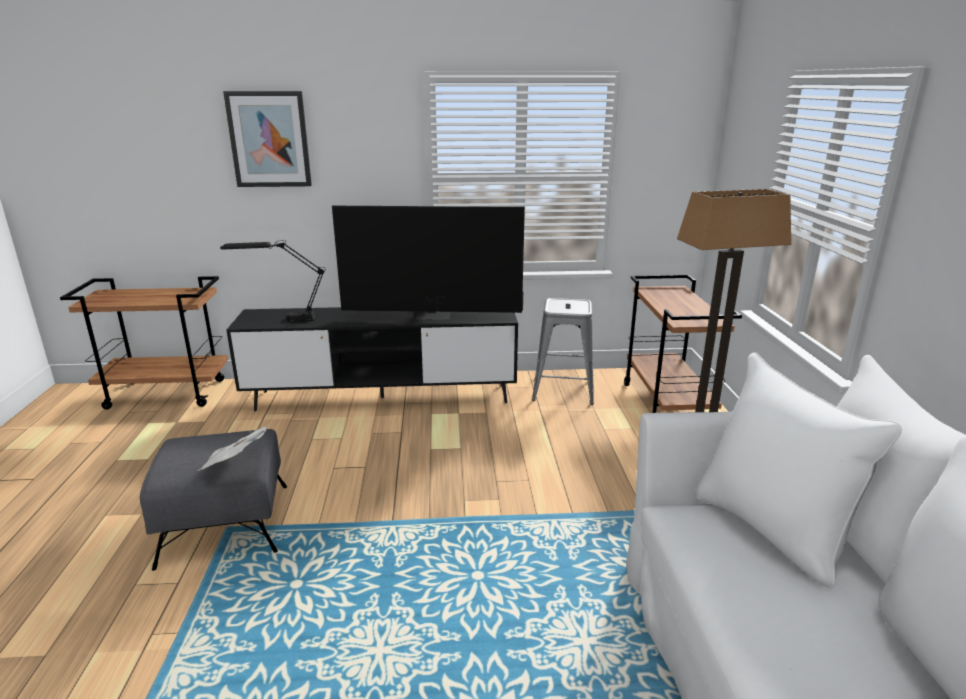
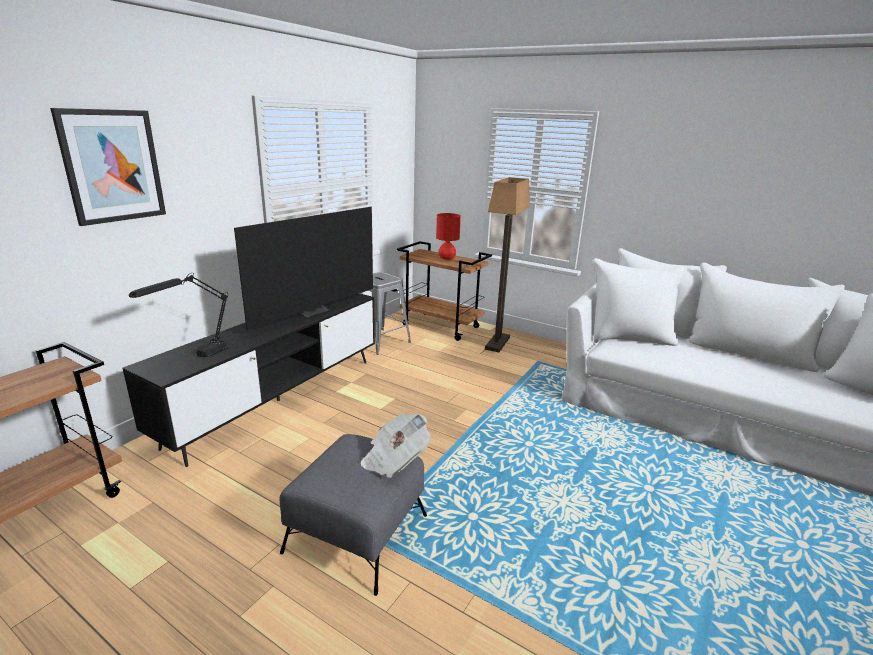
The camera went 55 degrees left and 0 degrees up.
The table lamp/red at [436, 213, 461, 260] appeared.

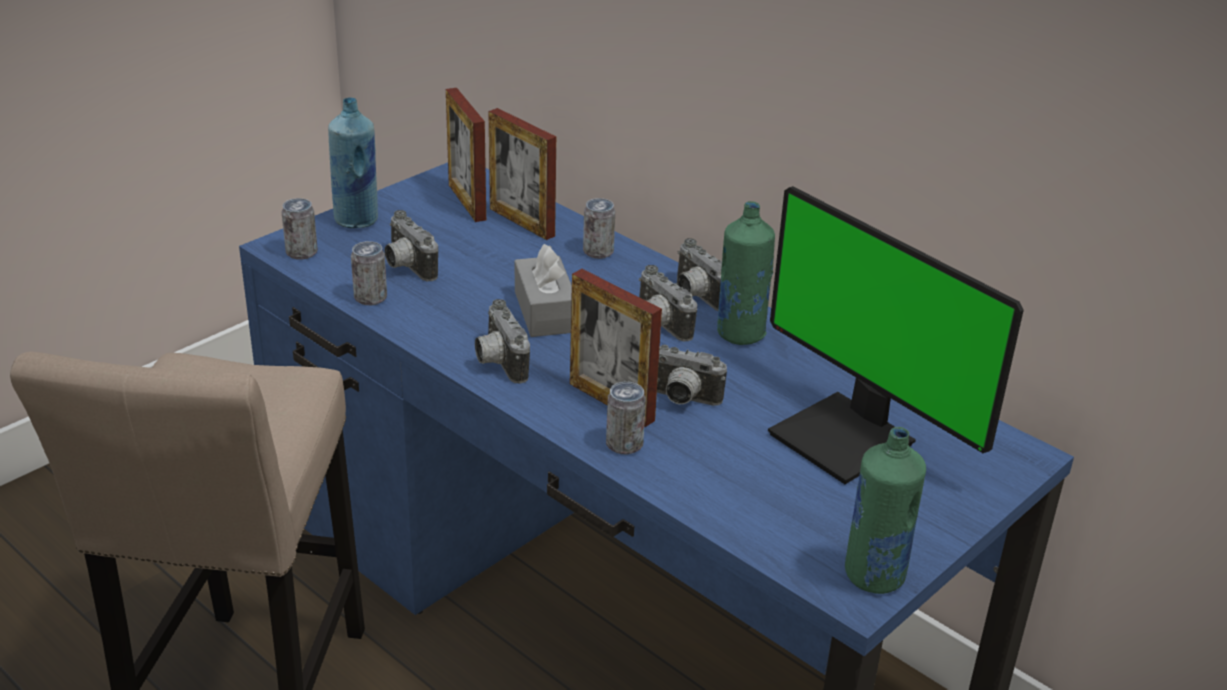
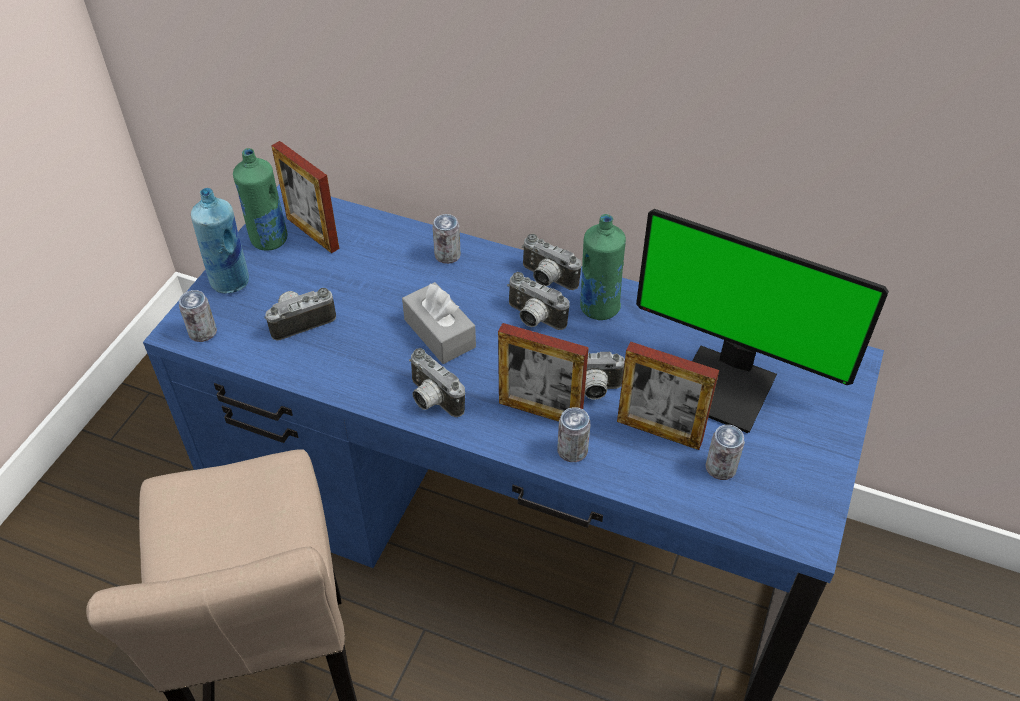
The camera went 20 degrees left and 15 degrees up.
The picture frame moved from [488, 108, 556, 240] to [617, 341, 719, 450].
The still camera at [384, 210, 438, 281] turned 120 degrees clockwise.
The metal can moved from [351, 241, 387, 305] to [706, 425, 745, 480].
The drink bottle/green moved from [845, 427, 926, 594] to [233, 148, 288, 250].

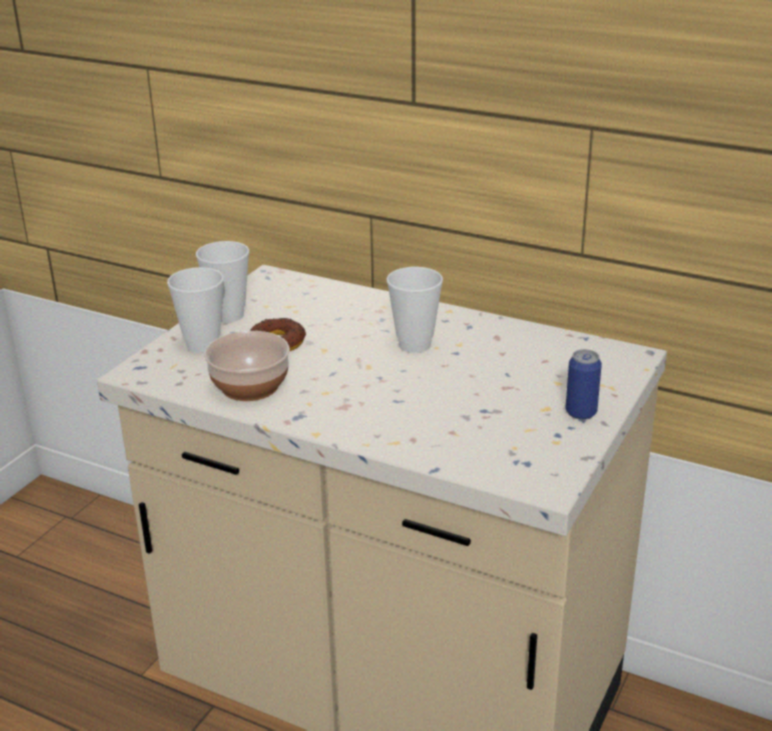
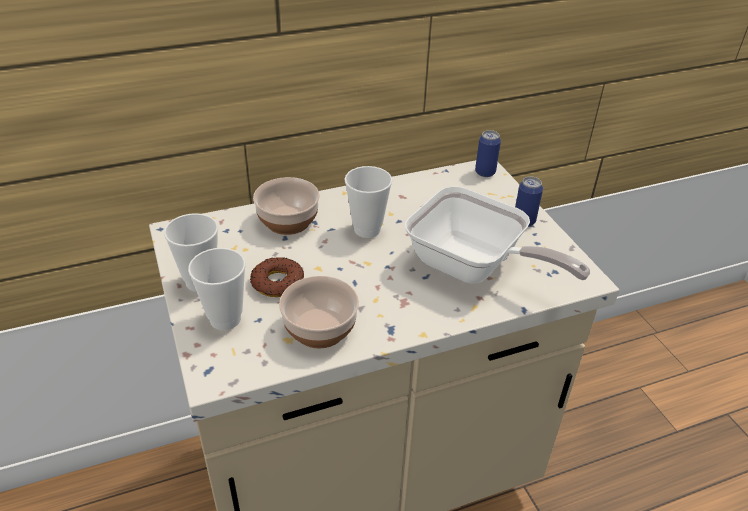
The camera went 50 degrees left and 10 degrees up.
The metal can at [475, 130, 501, 177] appeared.
The serving bowl at [253, 177, 320, 235] appeared.
The skillet at [405, 186, 590, 284] appeared.

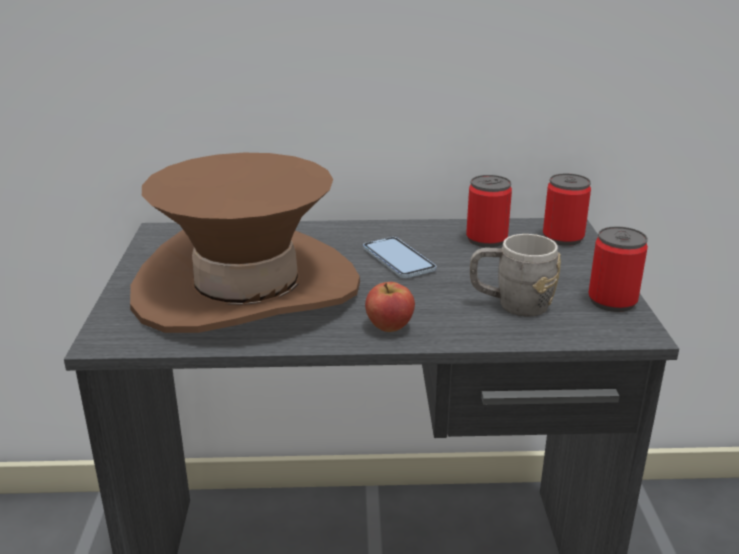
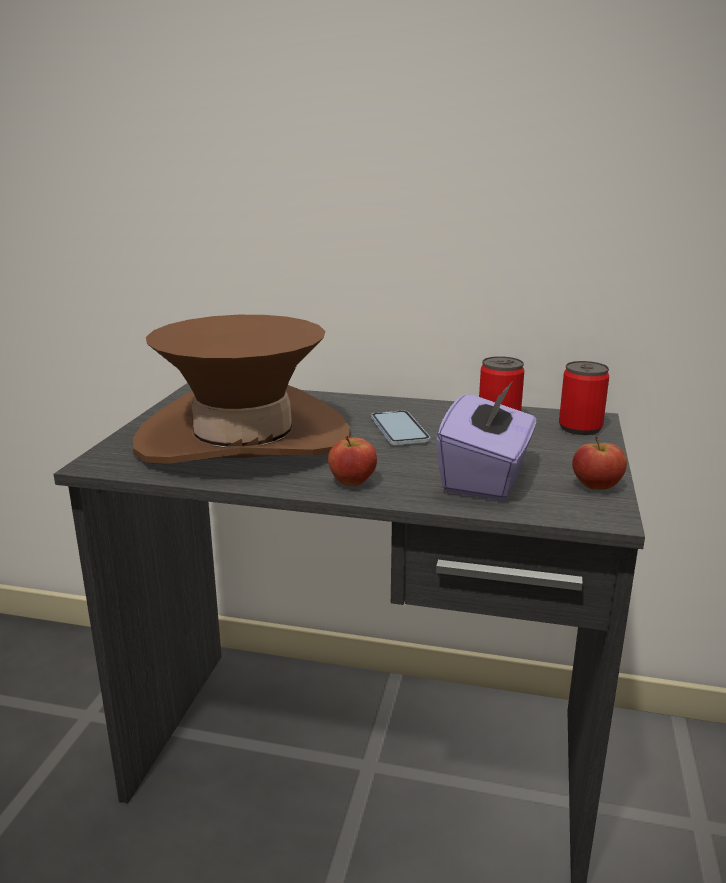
The camera went 15 degrees right and 5 degrees down.
The metal can at [588, 226, 648, 312] was replaced by the apple fruit at [572, 437, 627, 490].
The tea mug/greyish at [470, 234, 561, 317] was replaced by the tissue holder/purple at [436, 381, 536, 500].

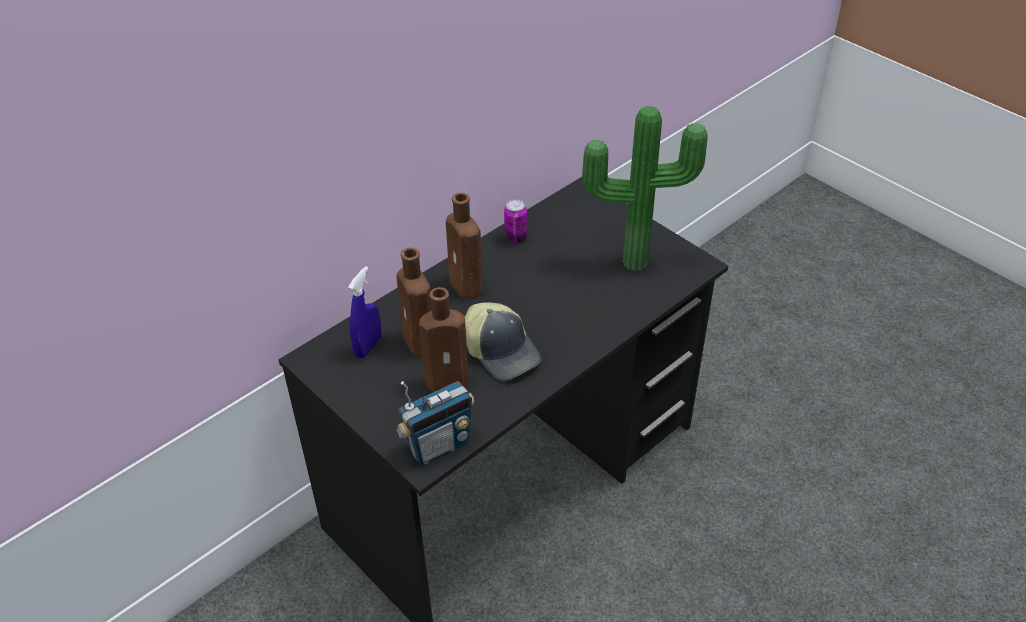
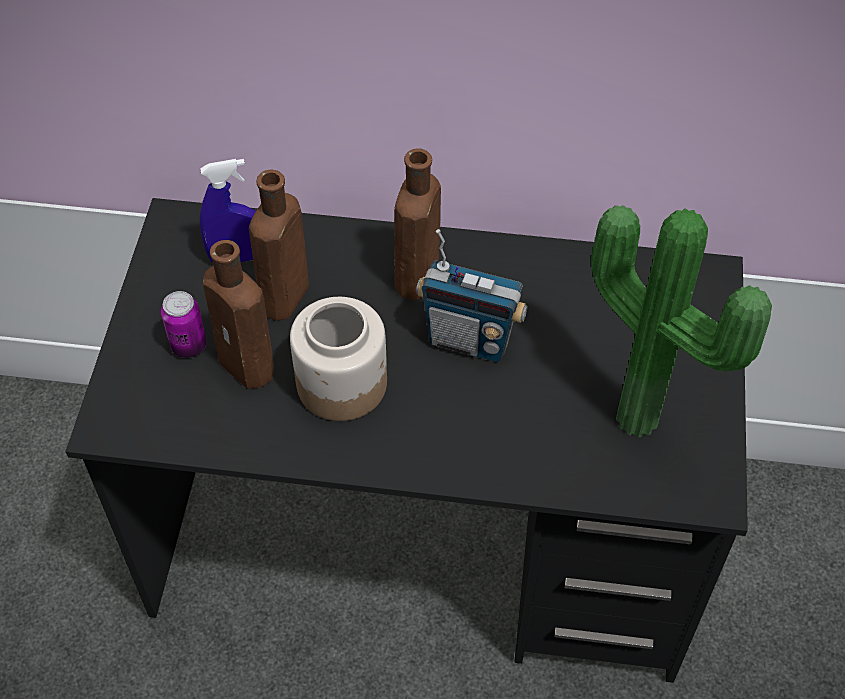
The camera went 50 degrees right and 10 degrees up.
The metal can moved from [504, 199, 527, 244] to [161, 291, 207, 358].
The peaked cap at [465, 302, 541, 381] was replaced by the preserve jar at [290, 297, 387, 421].
The radio moved from [396, 381, 475, 466] to [416, 229, 528, 362].

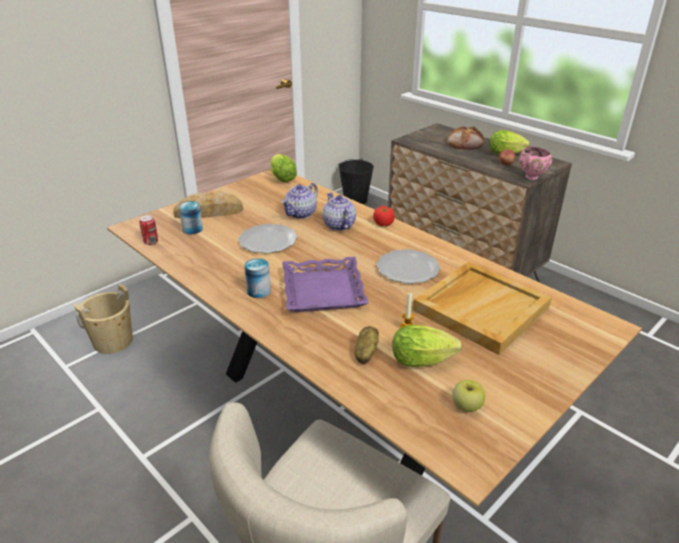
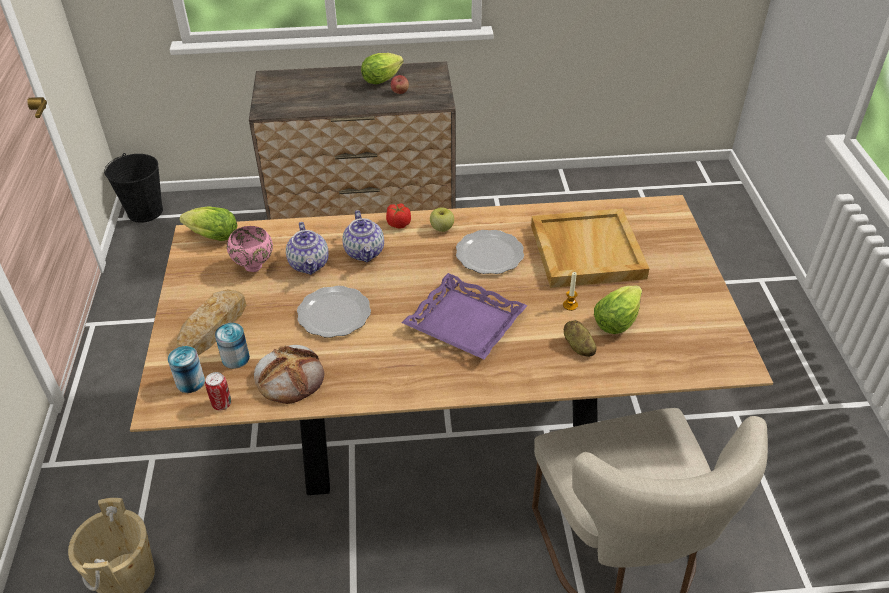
The camera went 50 degrees left and 10 degrees up.
The bread moved from [447, 126, 485, 150] to [254, 345, 324, 404].
The serving bowl/pink-coloured moved from [519, 147, 552, 180] to [227, 226, 273, 272].
The tea pot at [322, 193, 356, 231] turned 120 degrees counterclockwise.
The metal can moved from [244, 258, 271, 298] to [168, 346, 205, 393].
The apple fruit moved from [452, 380, 485, 412] to [430, 207, 454, 232].

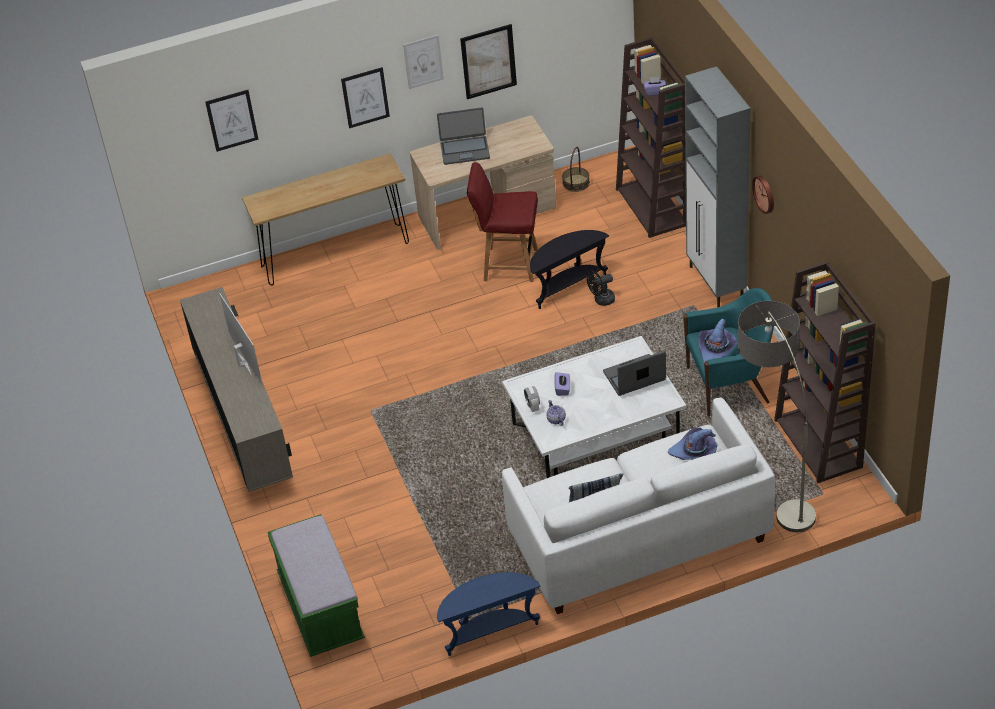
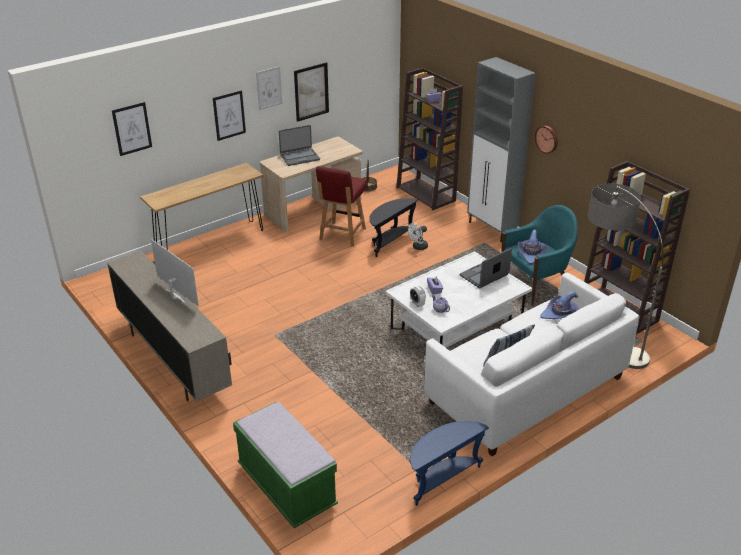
The camera went 20 degrees left and 10 degrees down.
The chair/red at [467, 162, 538, 282] turned 60 degrees counterclockwise.
The fan/black-coloured at [587, 270, 615, 306] became the fan/white-coloured at [408, 223, 428, 250].

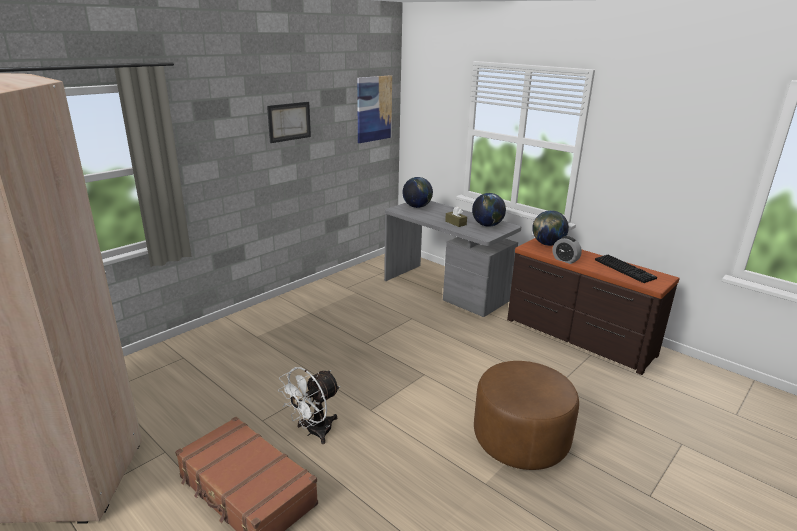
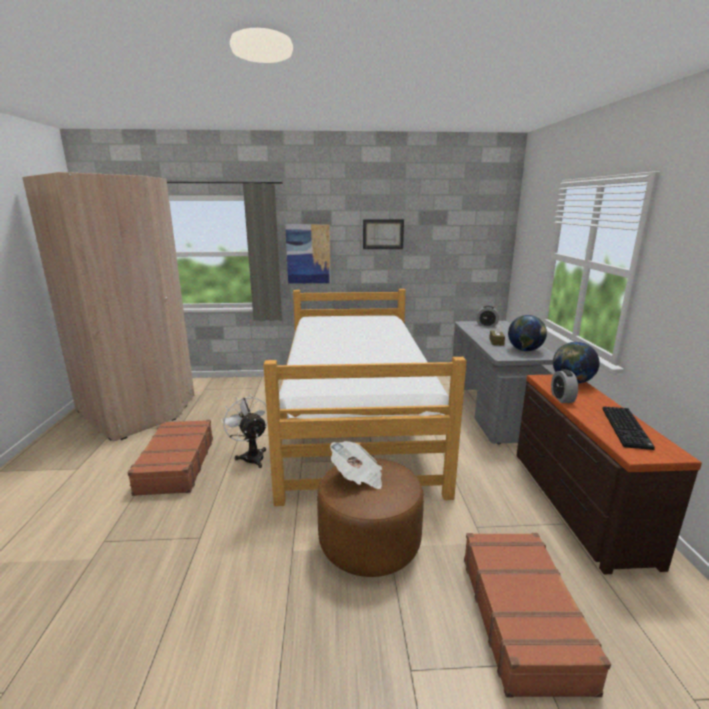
The camera went 45 degrees right and 5 degrees down.
The wall art moved from [357, 75, 392, 143] to [285, 224, 331, 284].
The desk globe at [402, 177, 433, 208] was replaced by the bedside clock at [476, 306, 499, 327].
The fan/white-coloured at [278, 367, 340, 444] turned 60 degrees clockwise.
The bed at [263, 289, 467, 506] appeared.
The printed paper at [330, 441, 382, 489] appeared.
The travel case/brown at [464, 533, 611, 697] appeared.

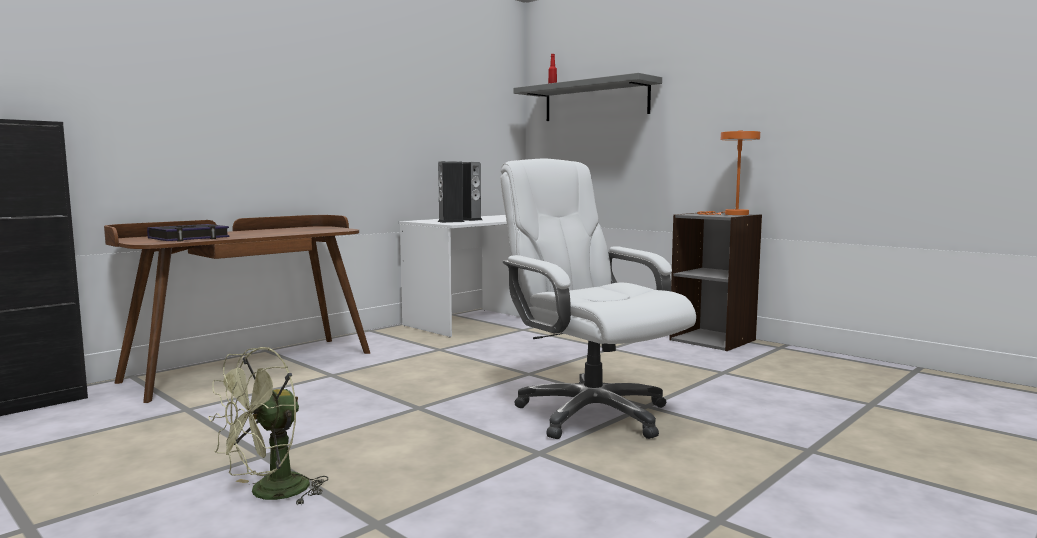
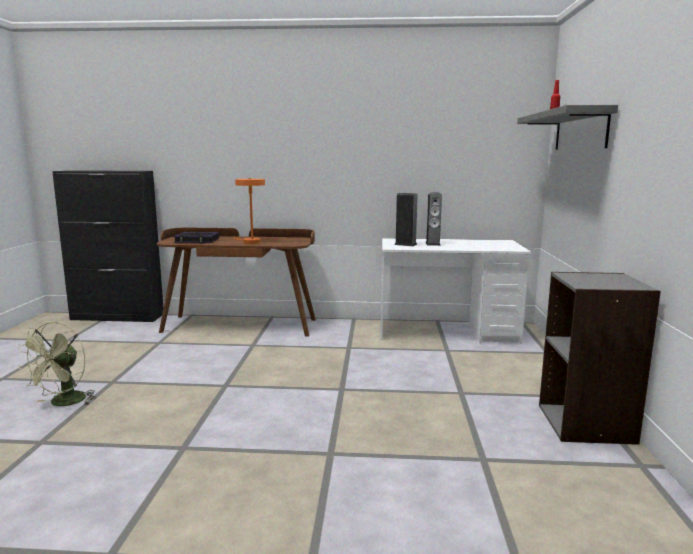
The camera went 50 degrees right and 5 degrees up.
The table lamp/orange moved from [697, 131, 760, 215] to [233, 178, 265, 244].
The office chair/white-coloured at [500, 158, 696, 439] disappeared.
The fan/green at [208, 347, 328, 506] turned 75 degrees counterclockwise.

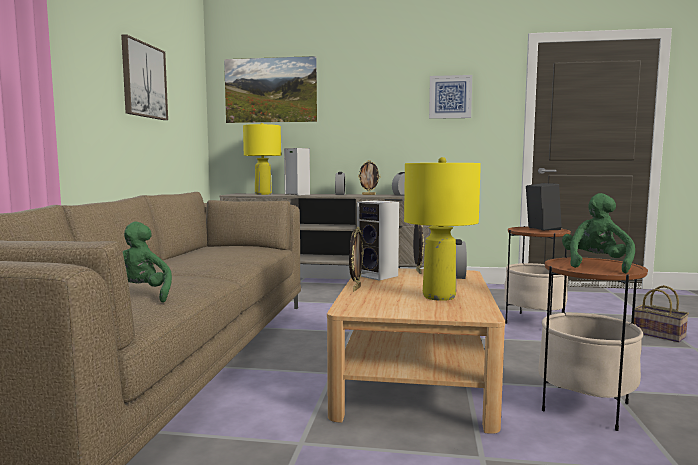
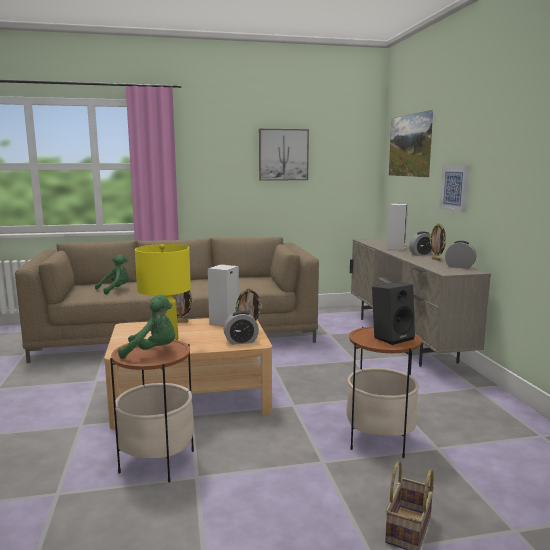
The camera went 70 degrees right and 5 degrees up.
The wall art moved from [429, 75, 472, 119] to [439, 166, 469, 213].
The table lamp/yellow-coloured at [243, 123, 281, 195] disappeared.

